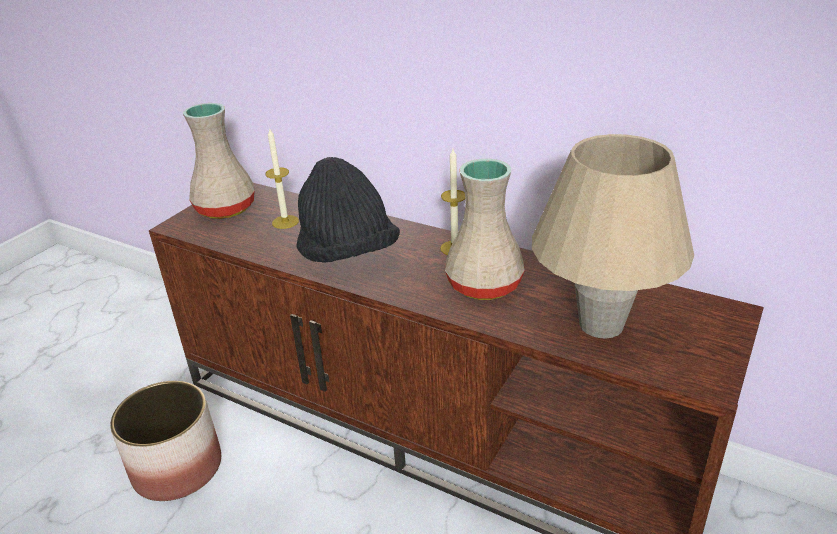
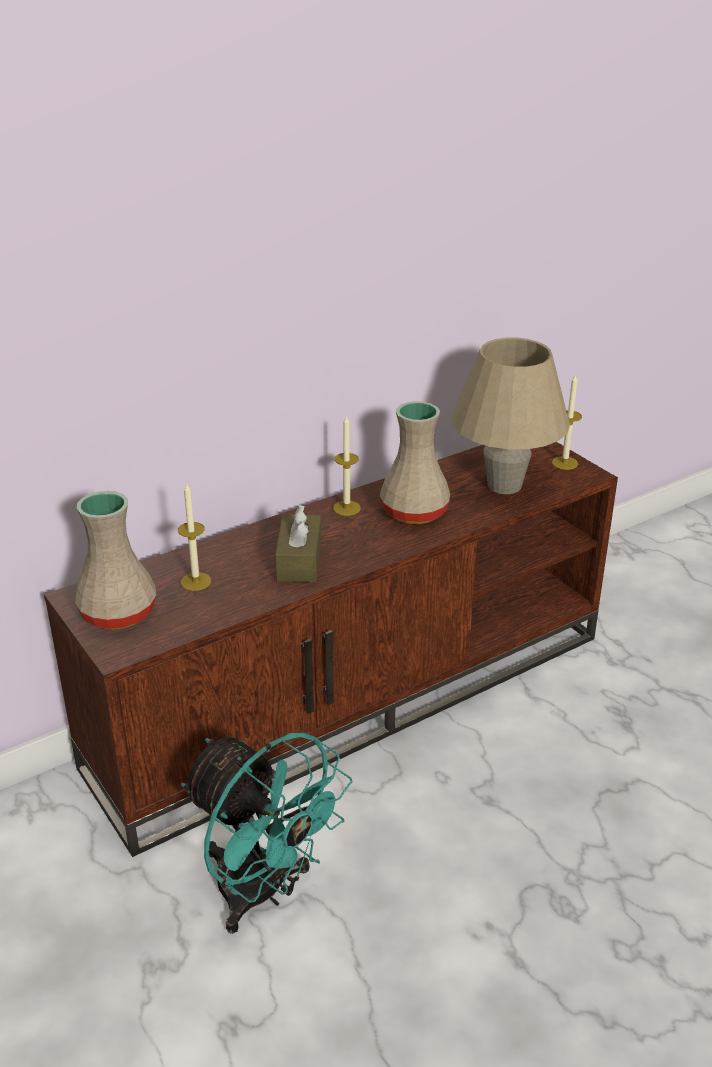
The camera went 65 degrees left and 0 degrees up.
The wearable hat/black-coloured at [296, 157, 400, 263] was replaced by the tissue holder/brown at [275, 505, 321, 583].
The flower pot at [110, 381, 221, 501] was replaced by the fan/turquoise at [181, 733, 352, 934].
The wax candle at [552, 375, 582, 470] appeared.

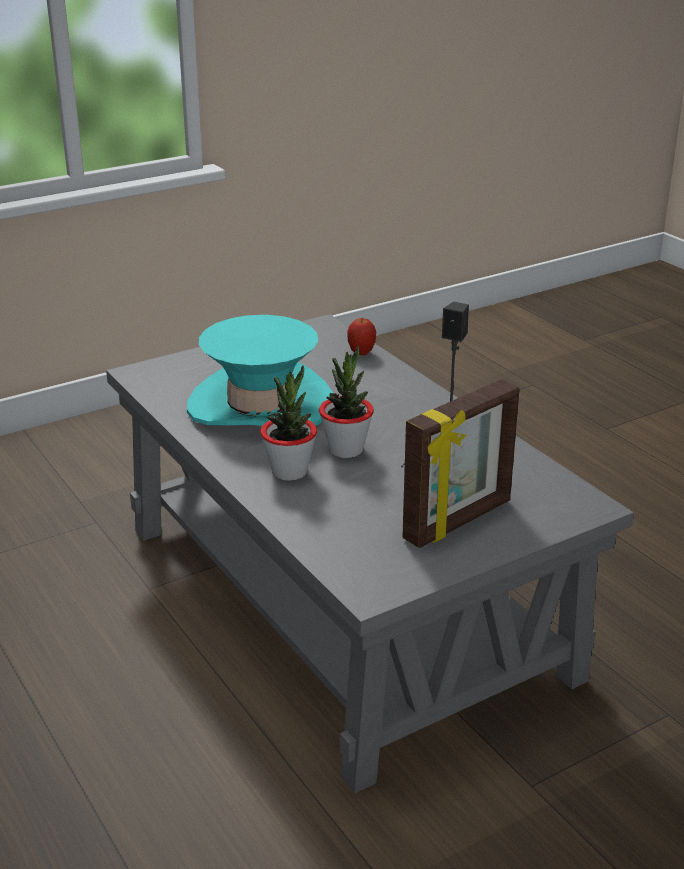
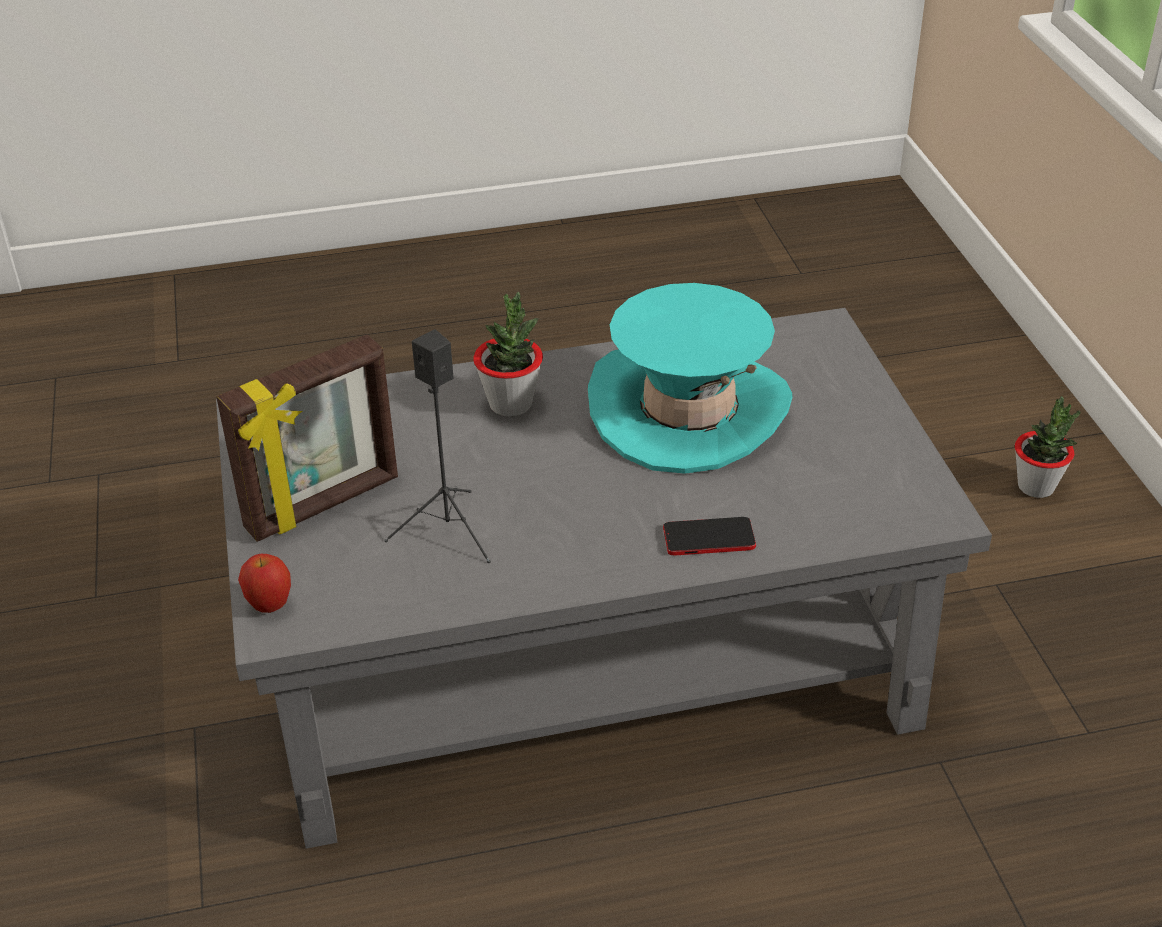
The camera went 110 degrees right and 10 degrees up.
The apple fruit moved from [347, 317, 376, 355] to [238, 554, 291, 613].
The potted plant moved from [319, 346, 374, 458] to [1015, 396, 1080, 498].
The picture frame at [402, 379, 520, 548] turned 105 degrees counterclockwise.
The phone at [663, 517, 756, 555] appeared.

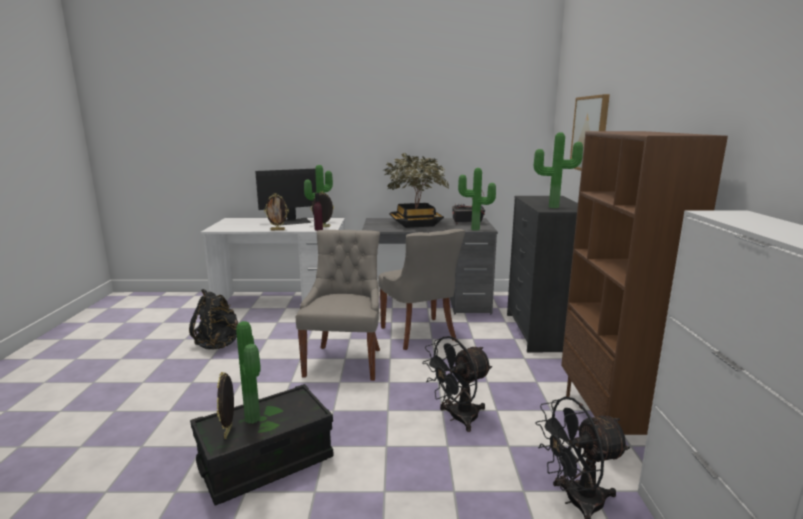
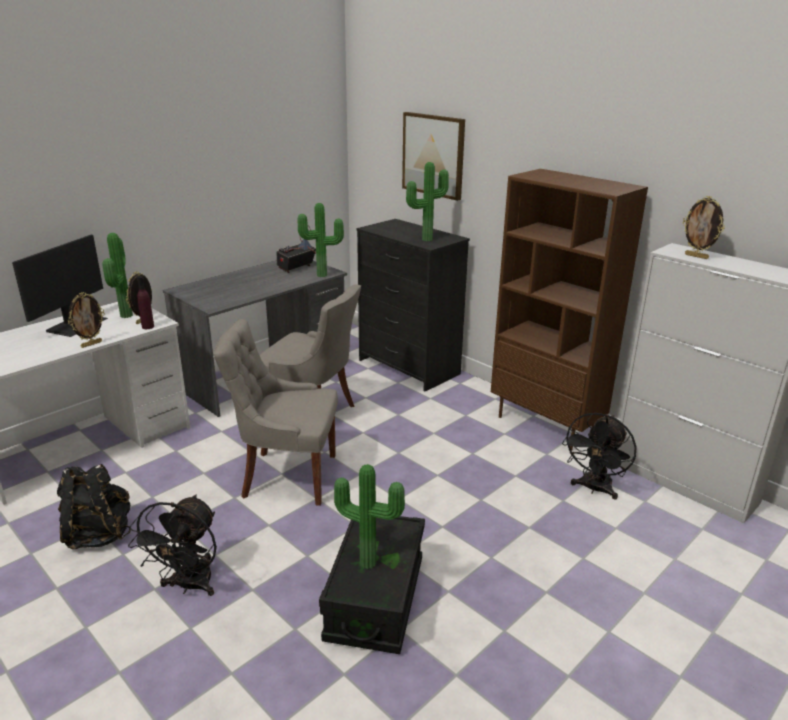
The camera went 45 degrees left and 10 degrees up.
The potted plant at [383, 153, 449, 228] disappeared.
The chair/greyish at [296, 230, 380, 381] turned 45 degrees counterclockwise.
The fan/black-coloured moved from [422, 336, 493, 432] to [128, 494, 217, 596].
The picture frame moved from [217, 372, 234, 439] to [683, 196, 725, 259].

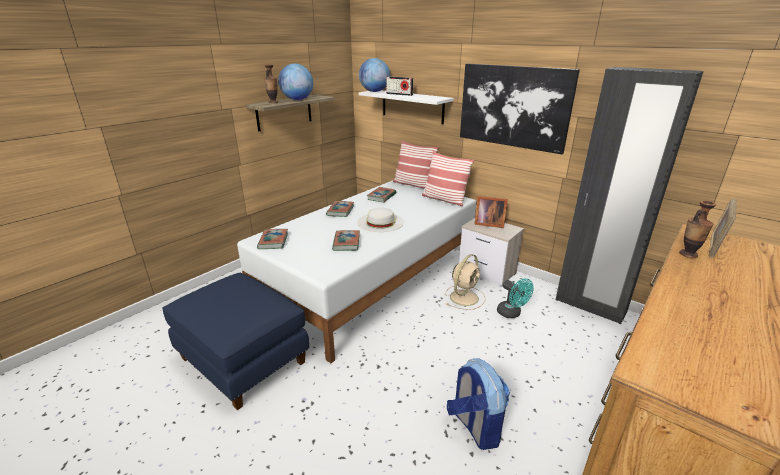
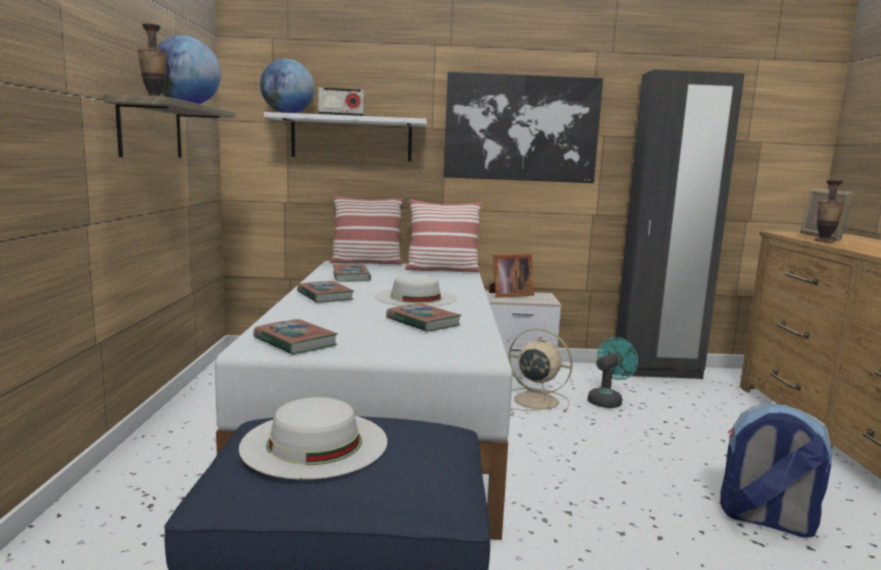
The camera went 40 degrees left and 15 degrees down.
The fan/beige at [445, 254, 486, 310] turned 60 degrees counterclockwise.
The fan/turquoise at [497, 278, 534, 318] turned 60 degrees counterclockwise.
The wearable hat/white-coloured at [239, 397, 387, 479] appeared.

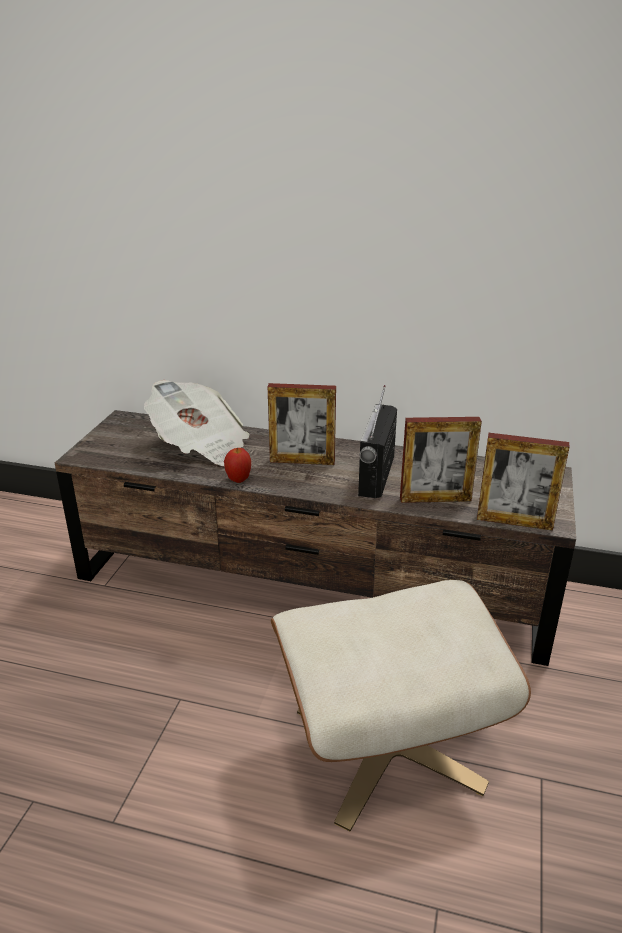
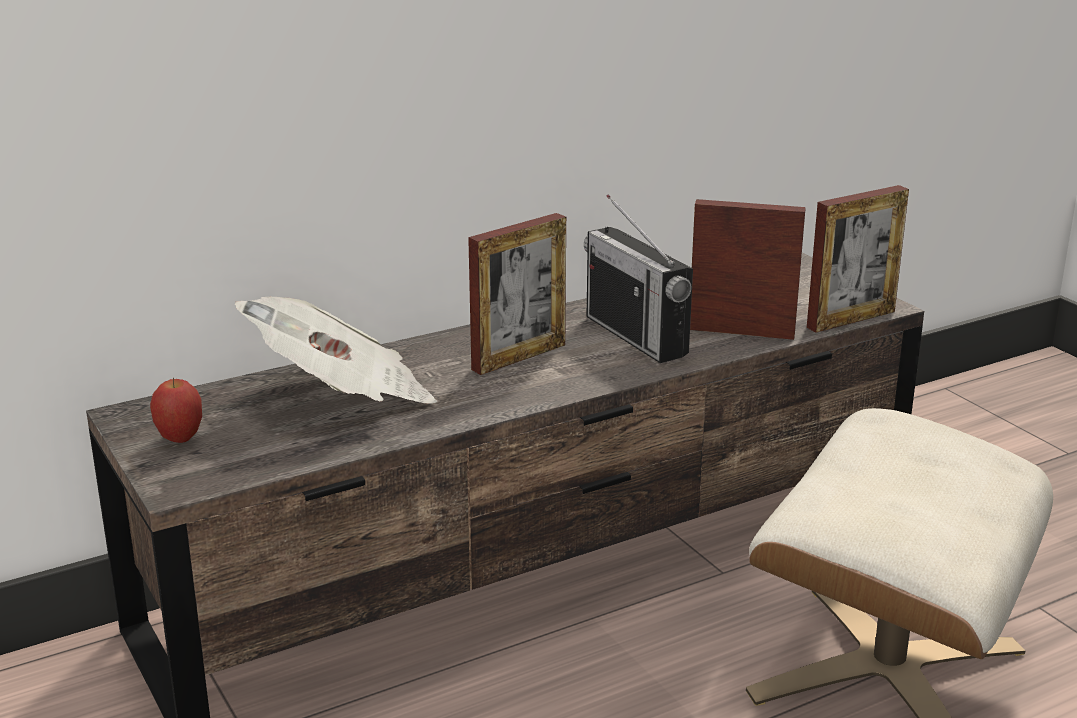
The camera went 45 degrees left and 5 degrees down.
The picture frame at [400, 417, 482, 503] turned 120 degrees counterclockwise.
The apple fruit moved from [224, 448, 251, 483] to [150, 378, 202, 443].

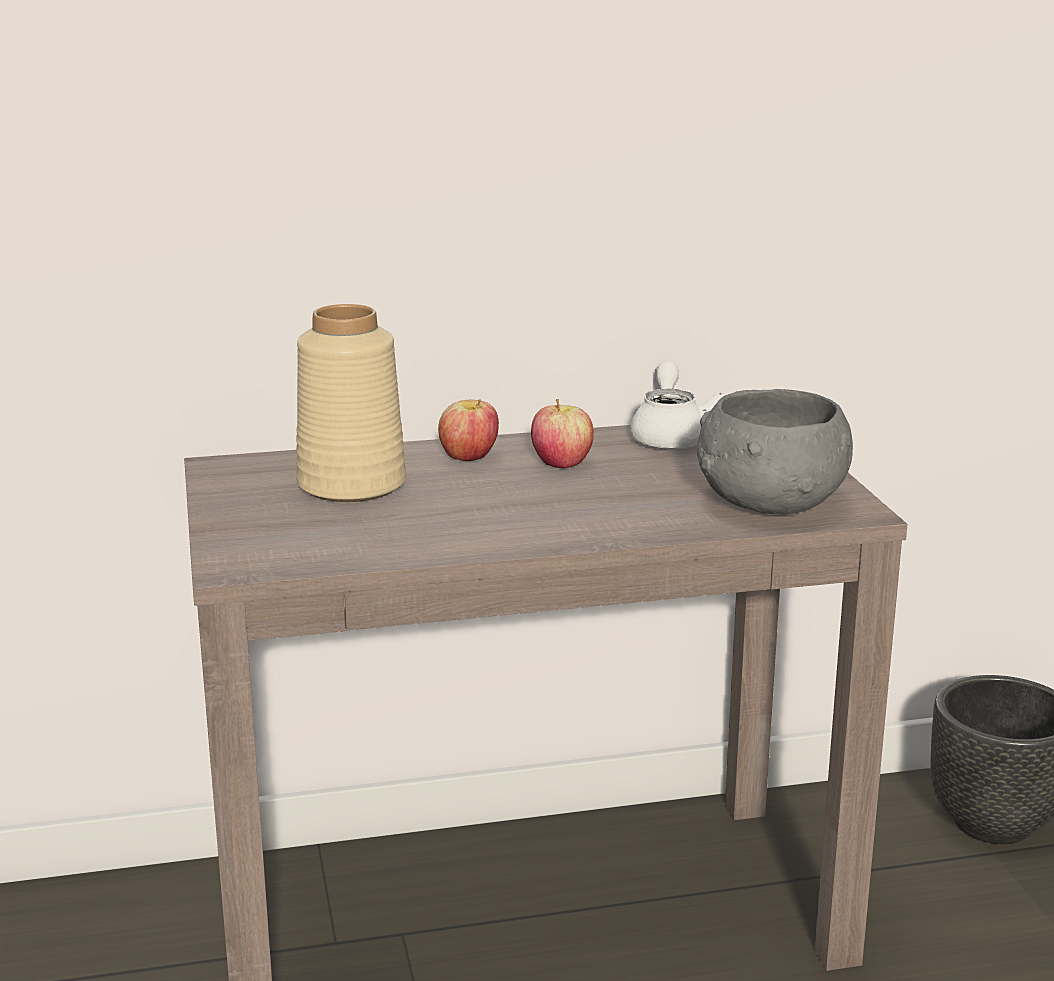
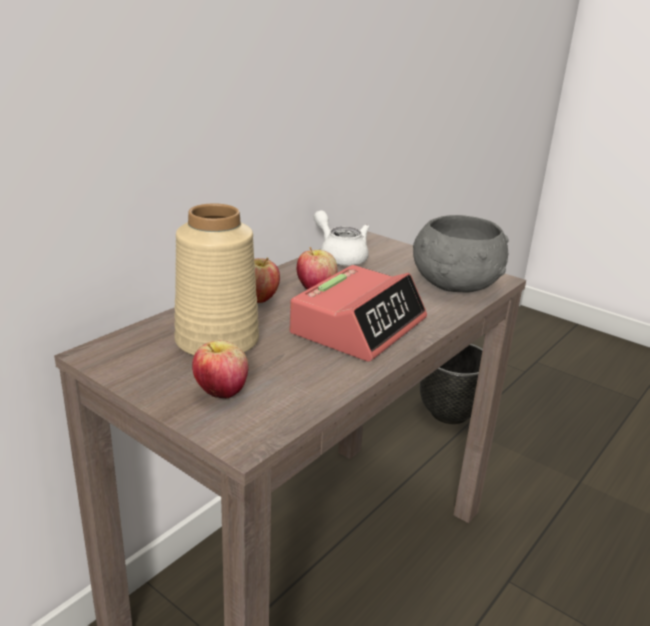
The camera went 40 degrees left and 5 degrees up.
The bedside clock at [290, 265, 427, 362] appeared.
The apple fruit at [192, 340, 249, 398] appeared.

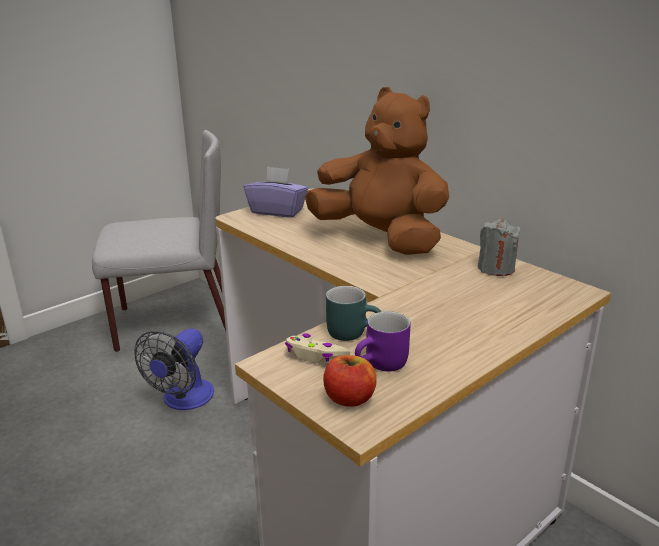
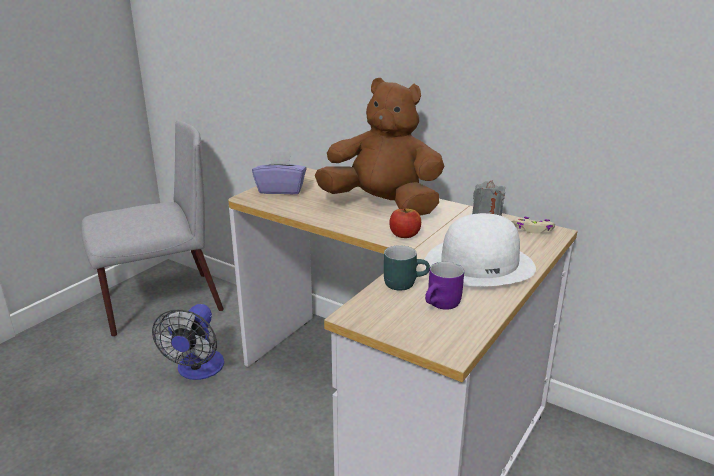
The camera went 15 degrees left and 0 degrees up.
The game controller/beige moved from [285, 333, 351, 363] to [512, 217, 555, 234].
The apple fruit moved from [323, 355, 377, 407] to [389, 208, 421, 238].
The wearable hat/white-coloured at [424, 213, 536, 287] appeared.

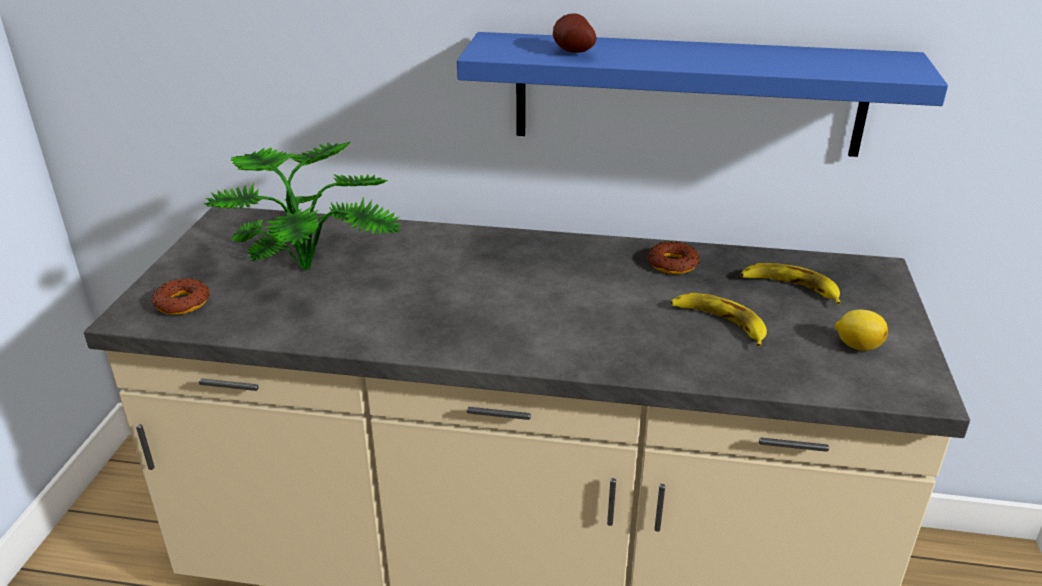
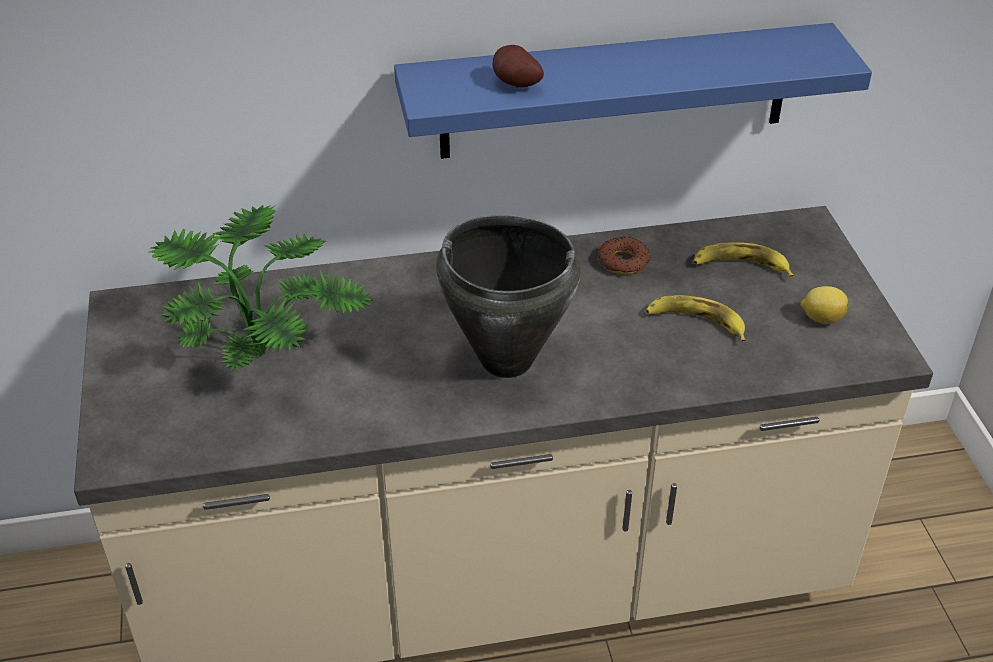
The camera went 20 degrees left and 10 degrees up.
The ring doughnut at [151, 278, 210, 315] disappeared.
The saucepot/black-coloured at [436, 215, 581, 378] appeared.

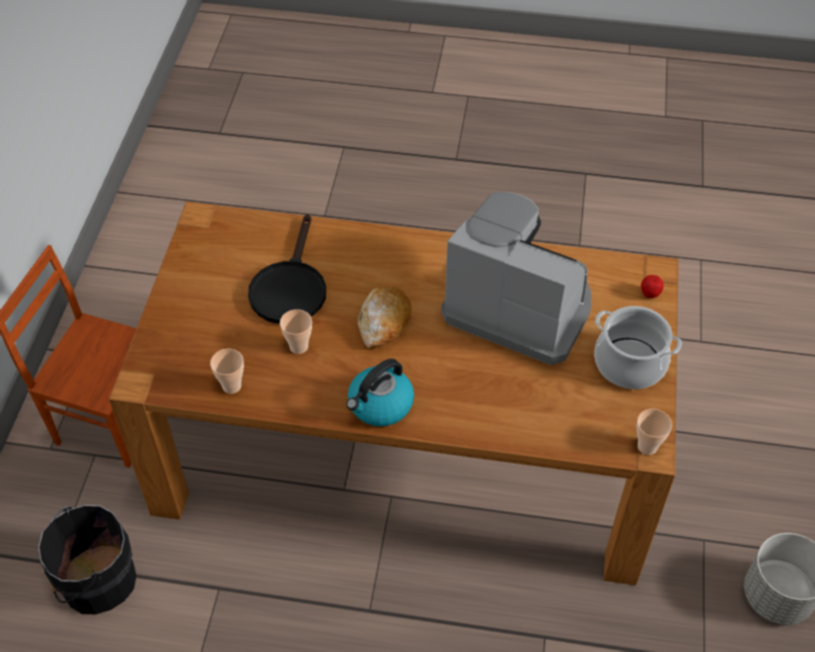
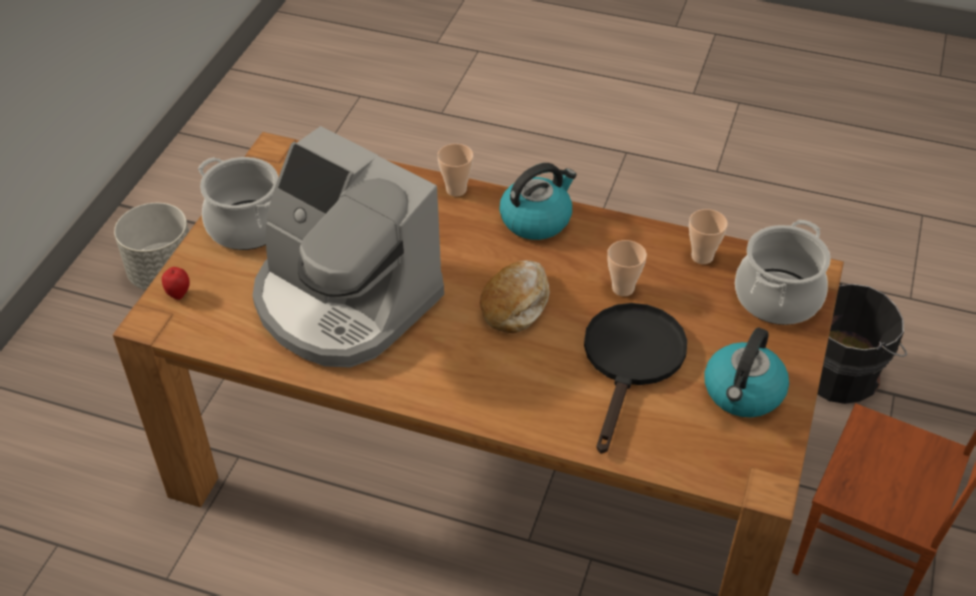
The camera went 170 degrees left and 5 degrees down.
The drinking cup moved from [637, 409, 672, 455] to [437, 144, 473, 197].
The saucepot at [735, 220, 831, 325] appeared.
The water kettle at [704, 328, 789, 417] appeared.

